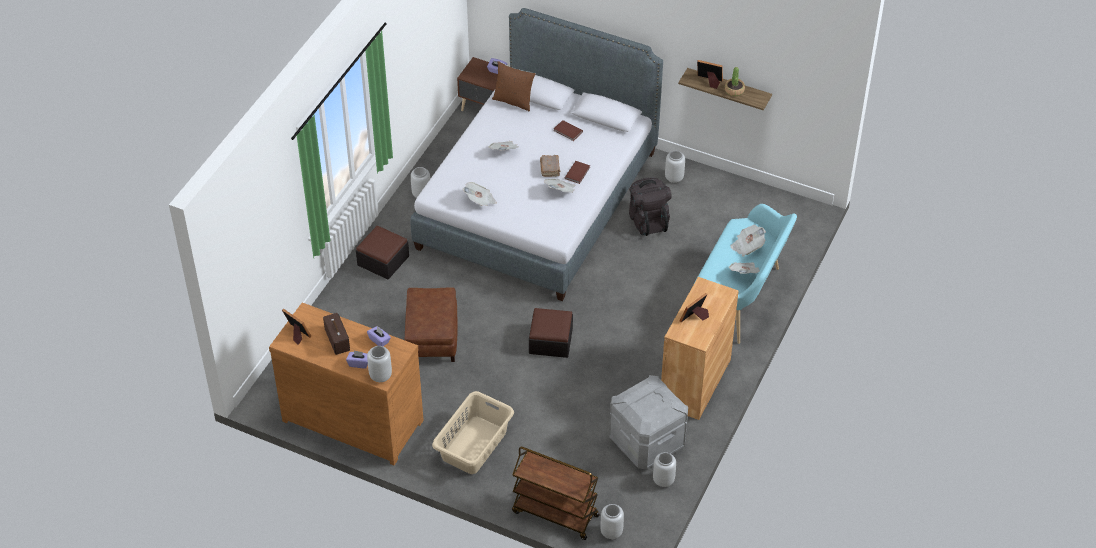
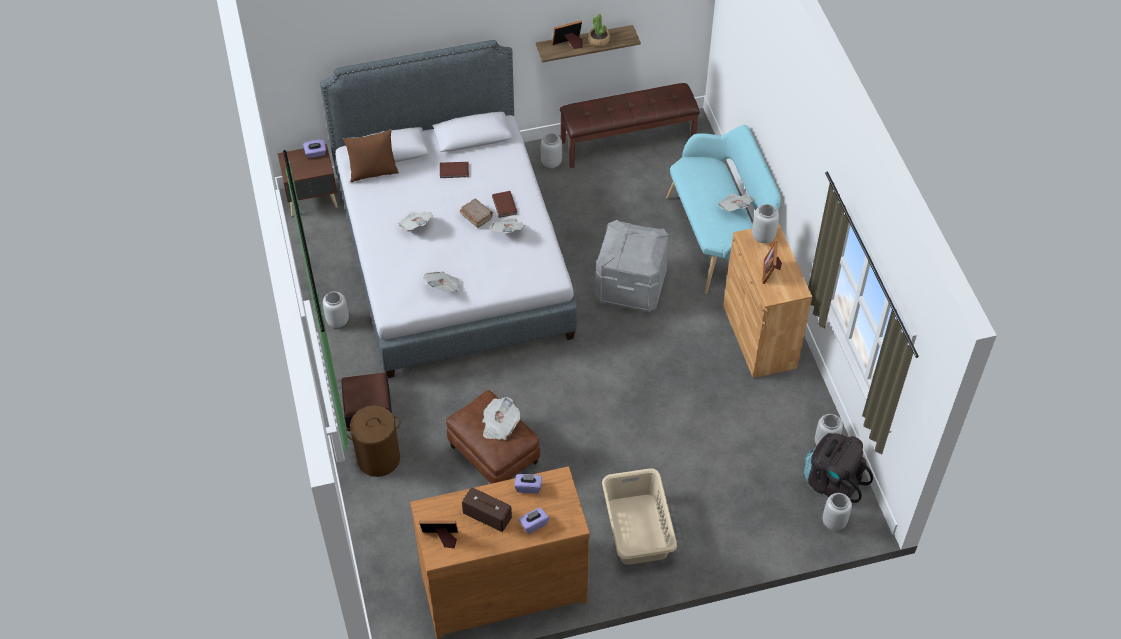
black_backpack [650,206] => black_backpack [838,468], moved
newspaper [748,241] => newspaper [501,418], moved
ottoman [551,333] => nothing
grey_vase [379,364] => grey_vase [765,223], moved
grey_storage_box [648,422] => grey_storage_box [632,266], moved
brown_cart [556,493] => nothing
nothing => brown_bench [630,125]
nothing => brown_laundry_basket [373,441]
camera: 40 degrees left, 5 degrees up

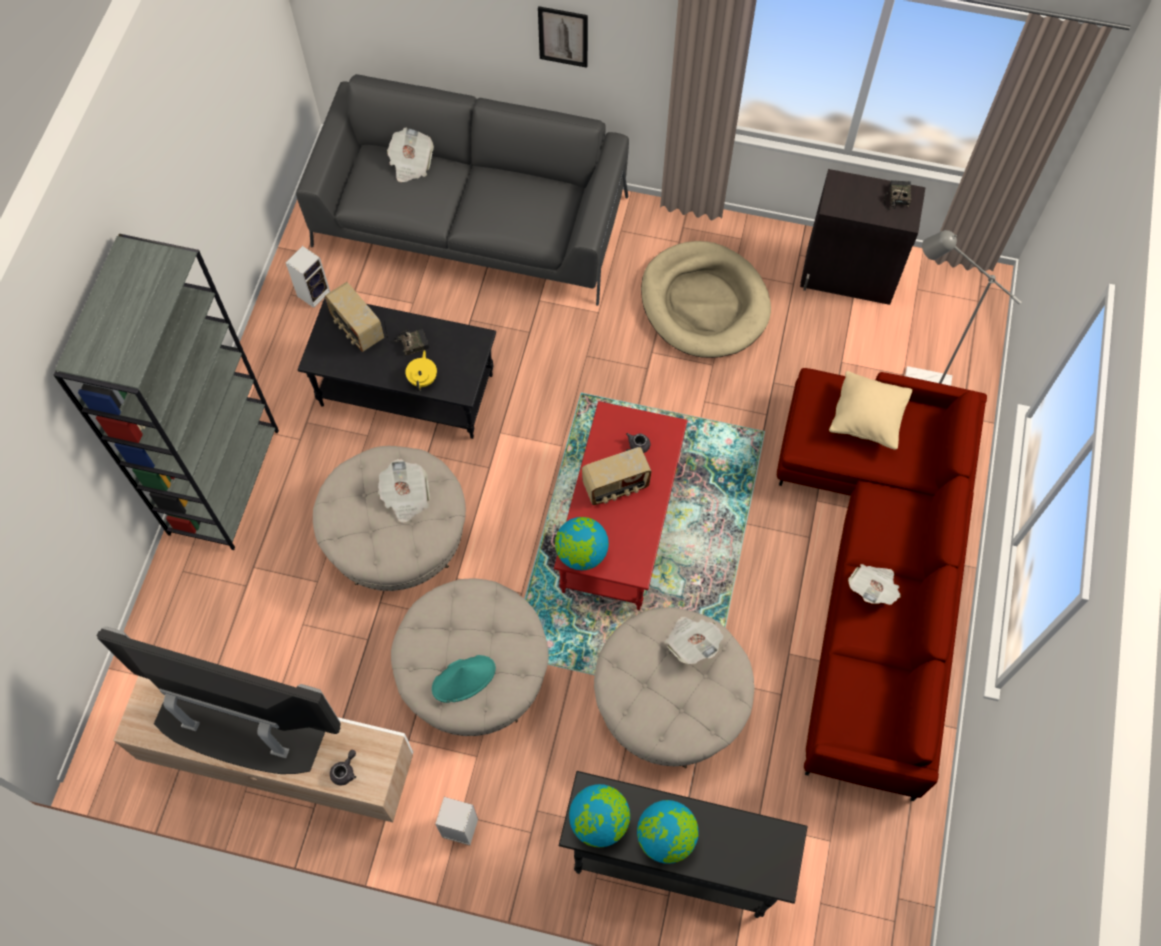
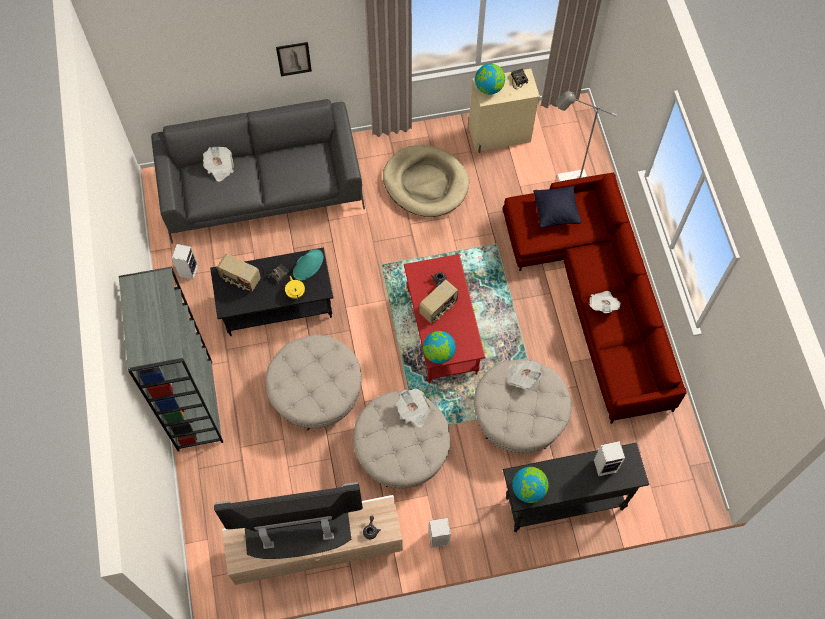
black_cabinet [863,237] => beige_cabinet [504,111]
beige_pillow [870,410] => black_pillow [557,207]
newspaper [404,491] => newspaper [414,408], moved
turquoise_hat [464,679] => turquoise_hat [308,265], moved
globe [668,832] => globe [490,79], moved
nothing => speaker [609,458]
camera: 25 degrees left, 0 degrees up

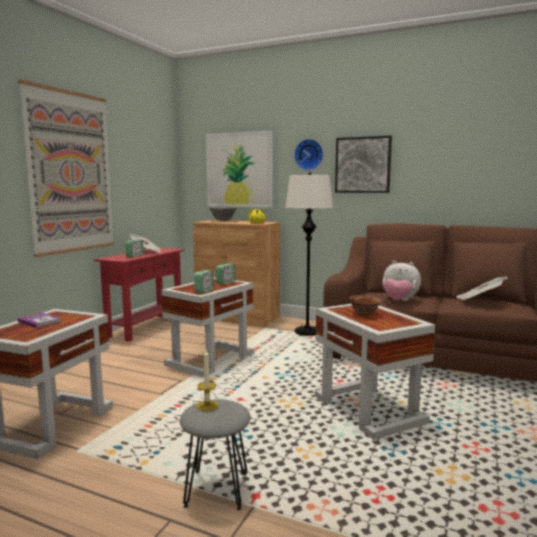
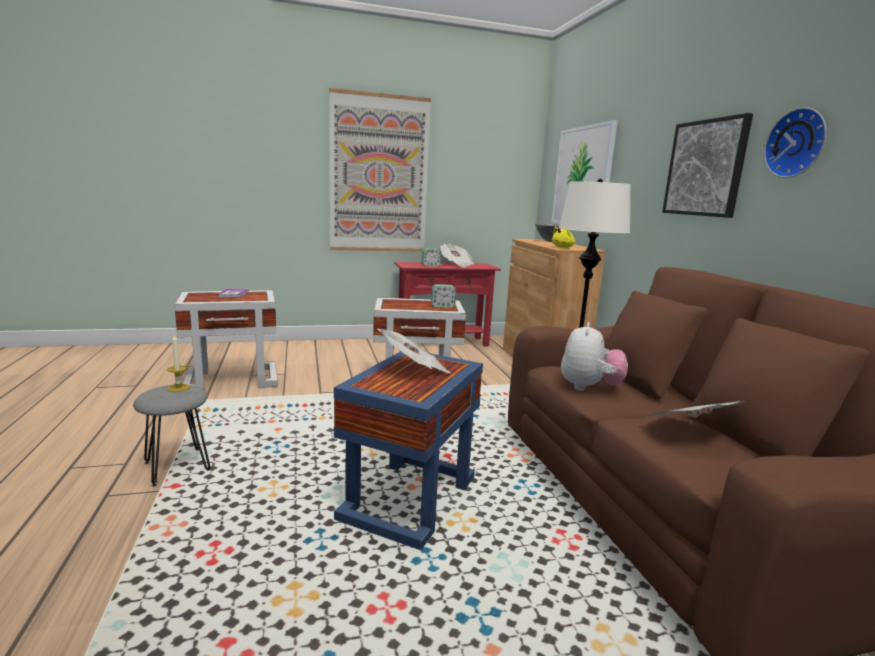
wall_clock [308,155] => wall_clock [795,142], moved
plush_toy [401,281] => plush_toy [594,356], 150 degrees counterclockwise
alarm_clock [204,281] => nothing
bowl [365,305] => newspaper [413,350]
white_side_table [375,372] => blue_side_table [408,450]
camera: 50 degrees right, 5 degrees up

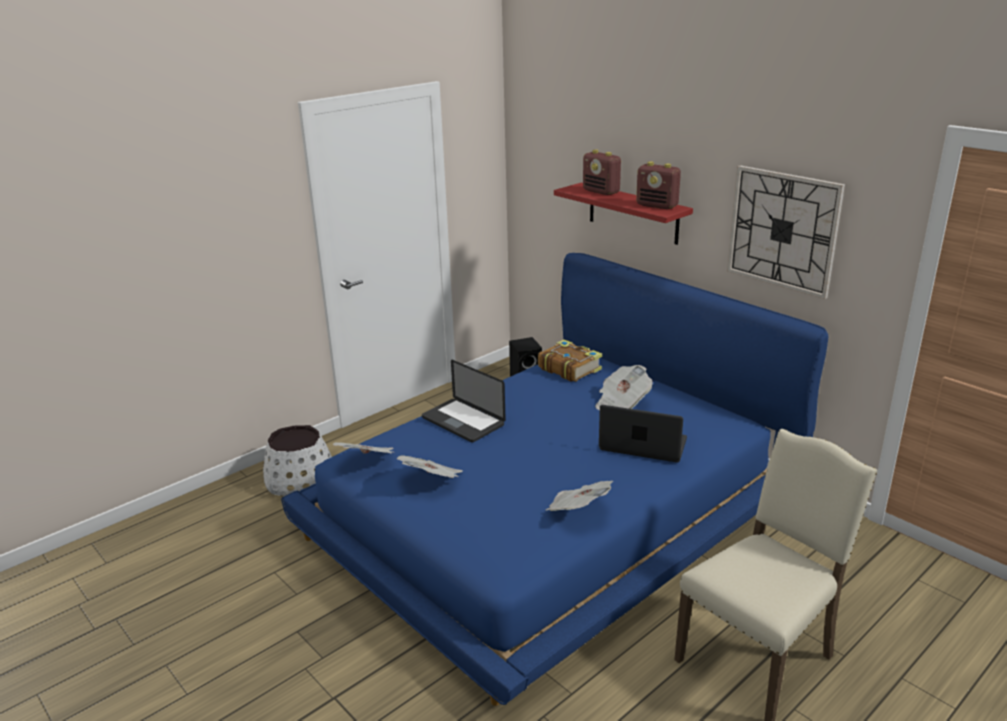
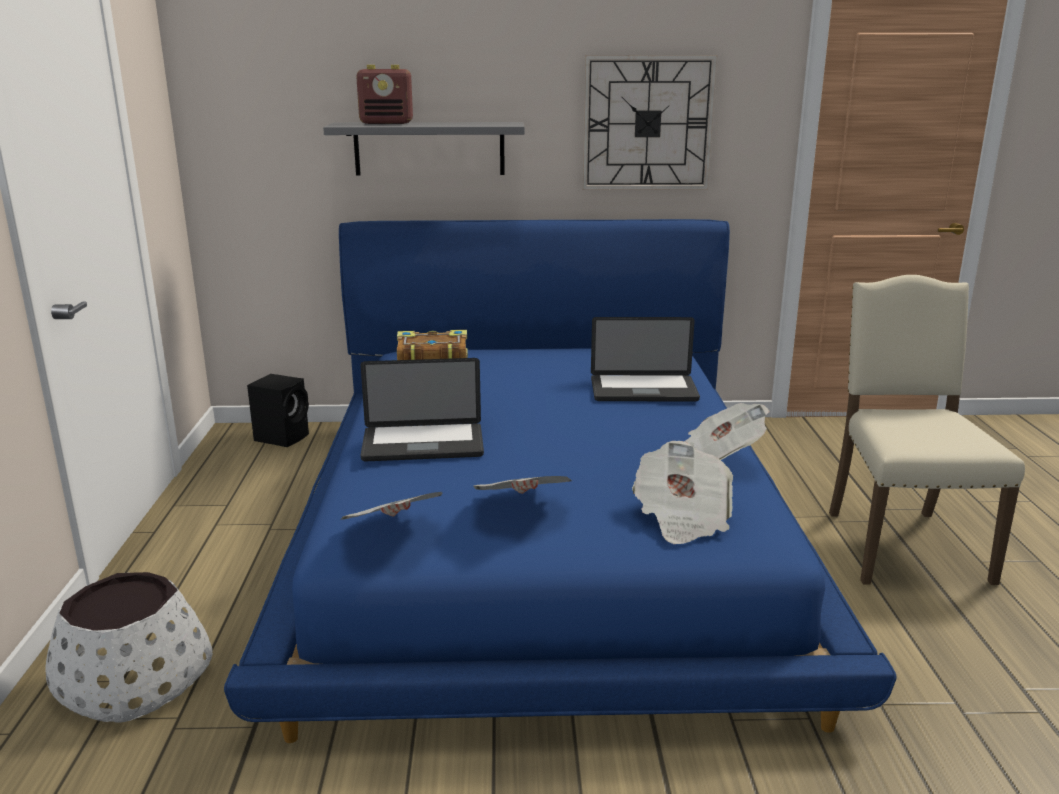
radio [658,185] => nothing
red_shelf [623,213] => grey_shelf [424,148]
newspaper [624,387] => newspaper [682,492], moved
laptop [643,433] => laptop [645,359], 150 degrees counterclockwise
camera: 50 degrees left, 5 degrees down

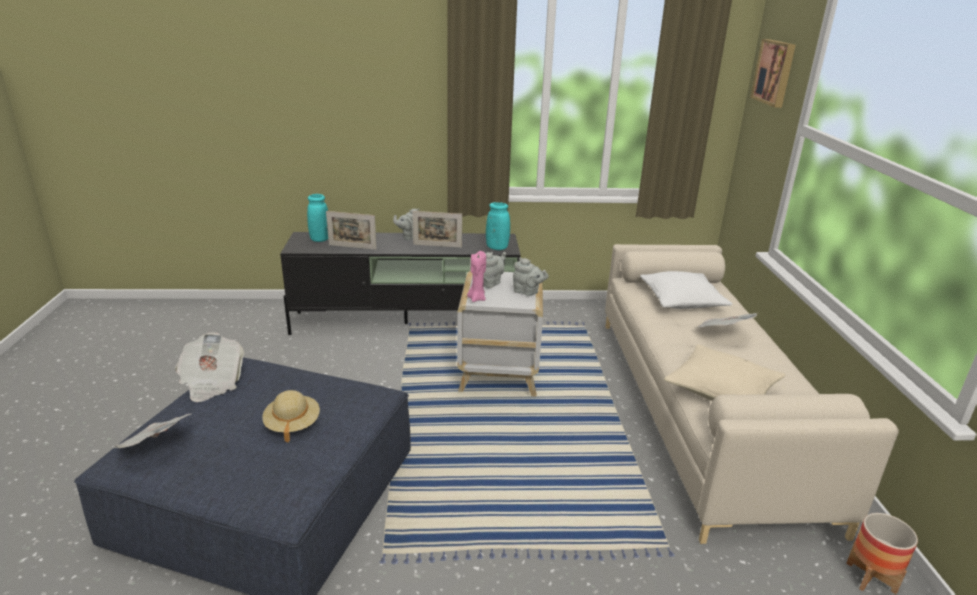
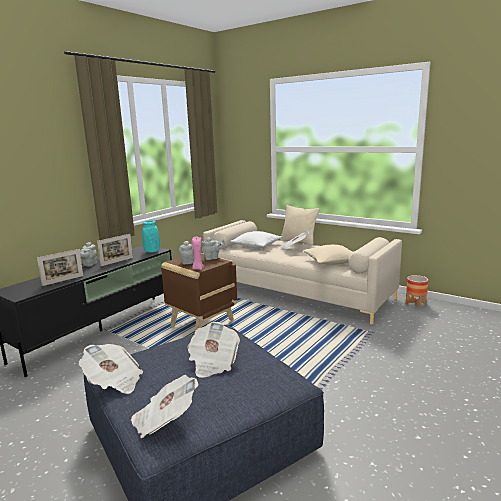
picture [773,73] => nothing
turquoise_vase [317,218] => nothing
white_side_table [500,334] => brown_side_table [199,292]
beige_hat [291,416] => newspaper [213,350]
nothing => beige_pillow [300,225]
camera: 50 degrees left, 10 degrees down

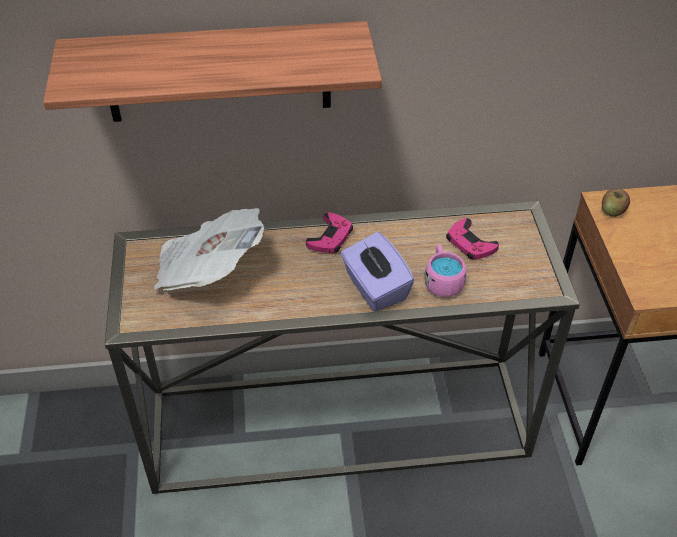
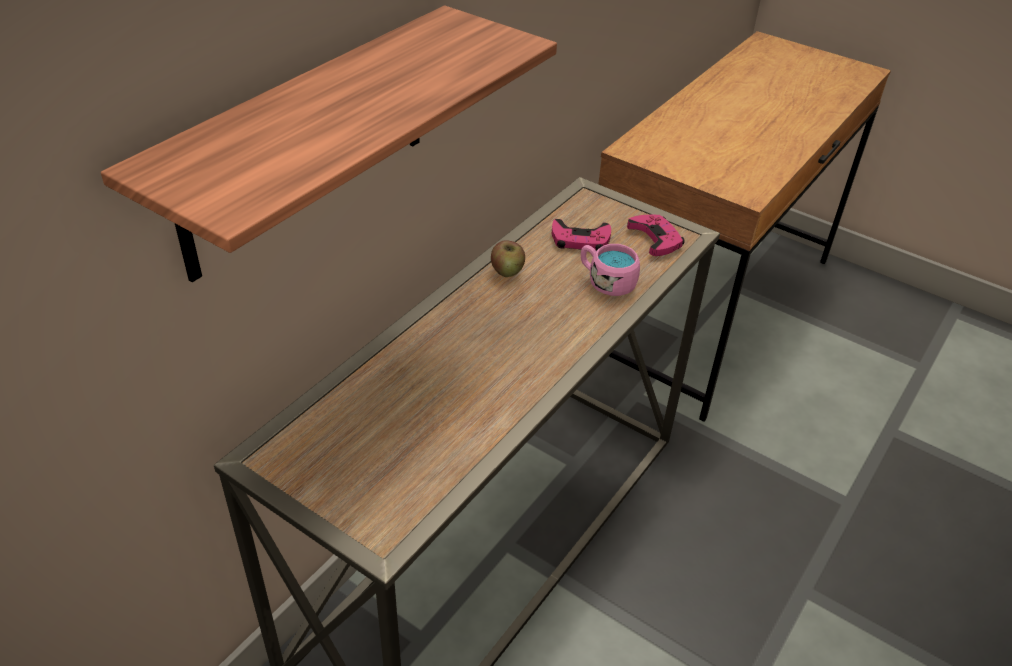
apple [616,202] => apple [508,258], moved
newspaper [208,249] => nothing
pink_game_controller [329,232] => pink_game_controller [656,235], moved
purple_tissue_box [378,272] => nothing
camera: 50 degrees left, 5 degrees down

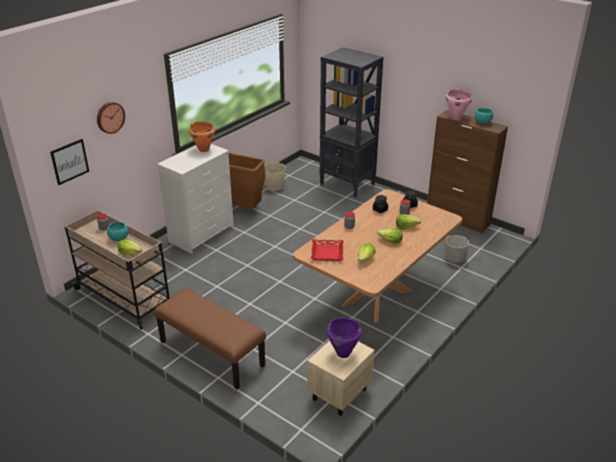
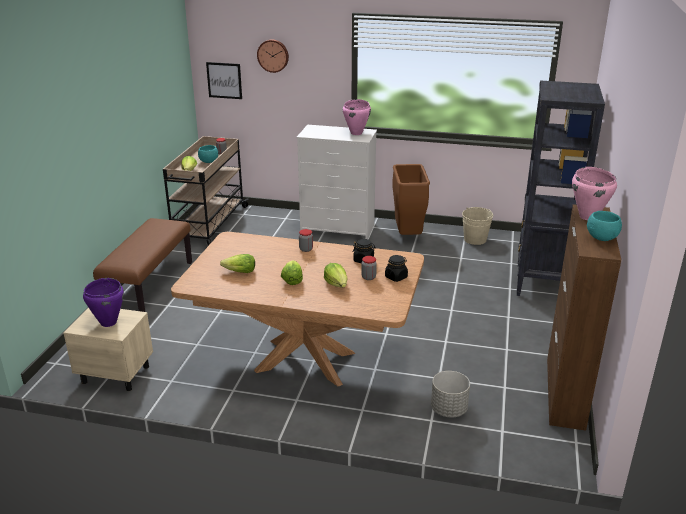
orange_cooking_pot [202,136] => pink_cooking_pot [357,117]
red_tray [327,250] => nothing
camera: 65 degrees right, 5 degrees down

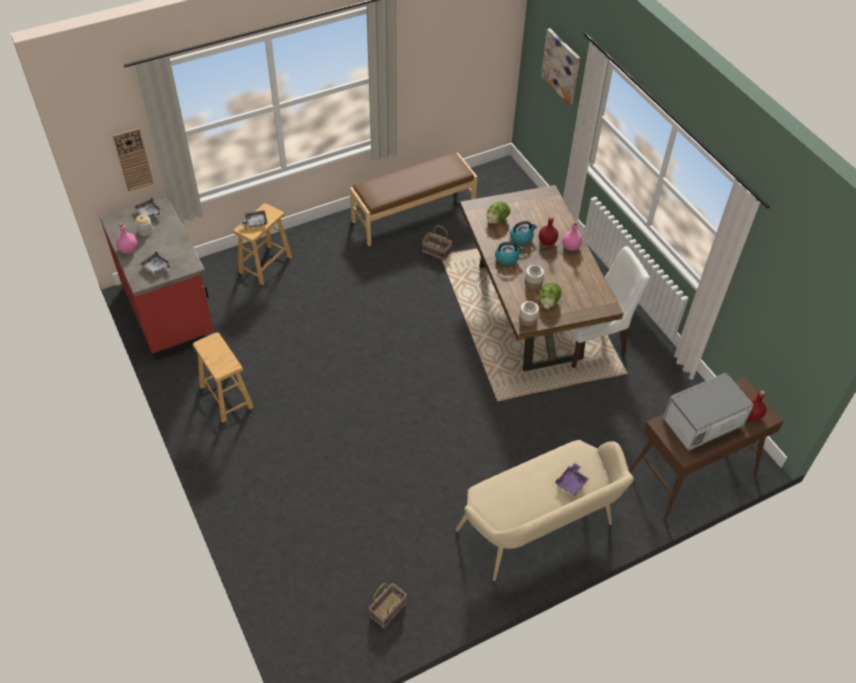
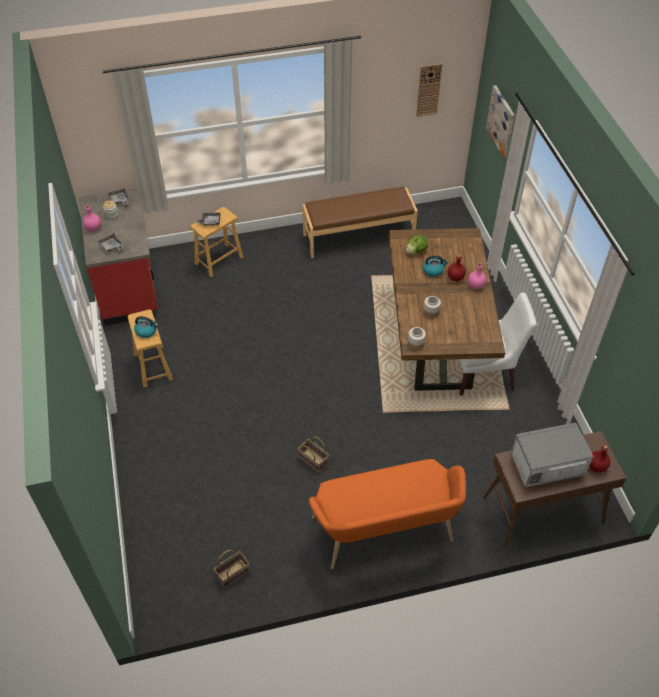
wall_clock [133,159] => wall_clock [429,90], moved
basket [437,243] => basket [313,454], moved
kettle [509,253] => kettle [146,327], moved
lettuce [550,295] => nothing
beige_bench [544,510] => orange_bench [387,514]
purple_tray [572,479] => nothing
camera: 15 degrees right, 0 degrees up

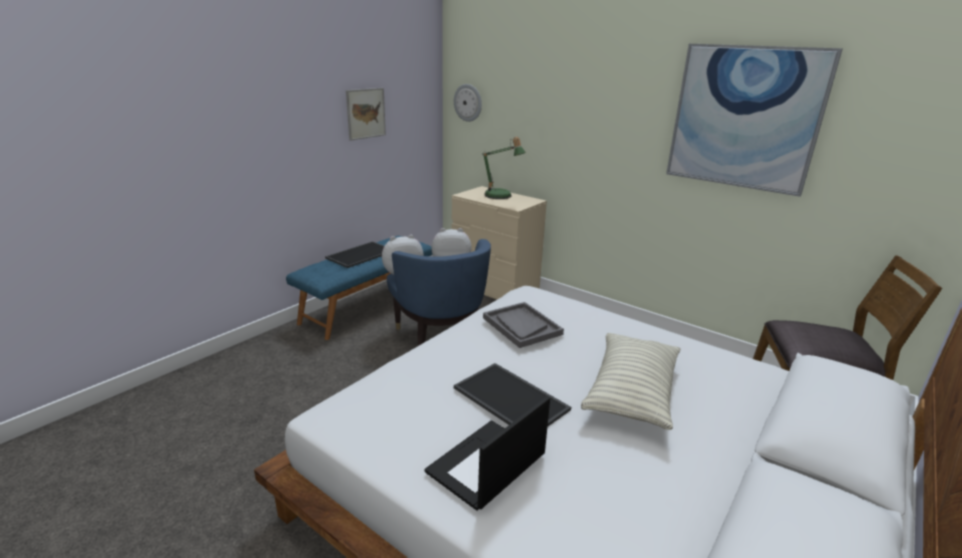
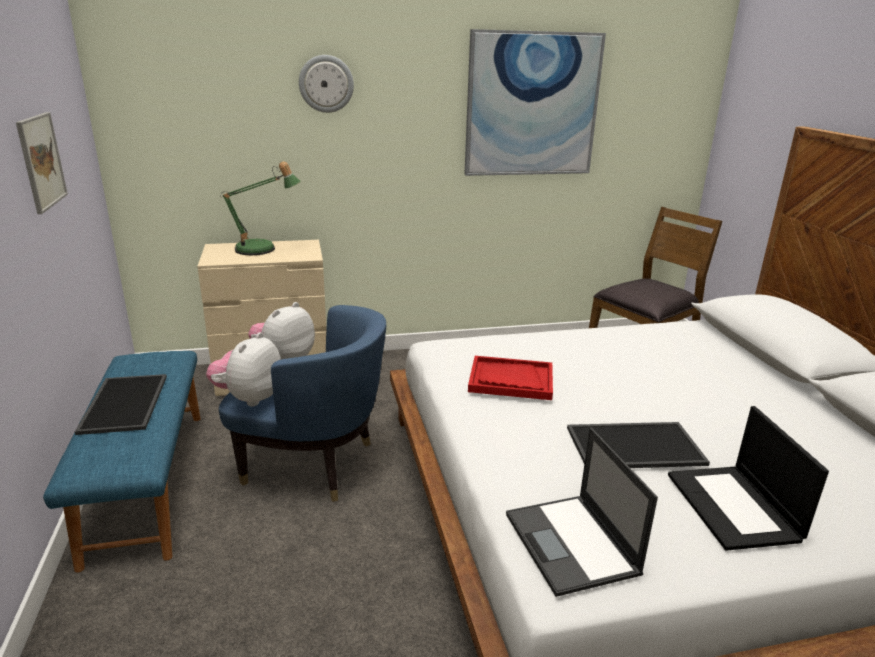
wall_clock [468,103] => wall_clock [326,84], moved
grey_tray [523,325] => red_tray [510,378]
pillow [631,381] => nothing
nothing => laptop [582,512]
camera: 50 degrees left, 0 degrees up

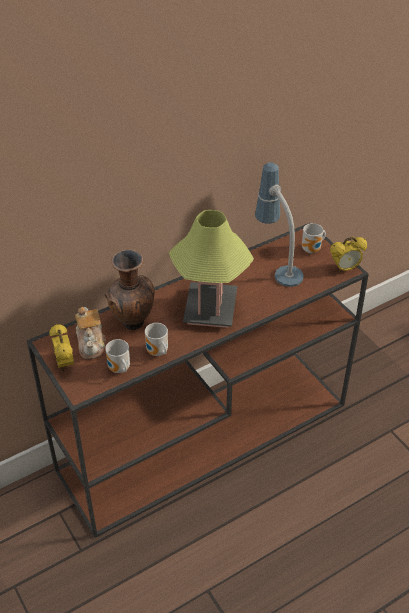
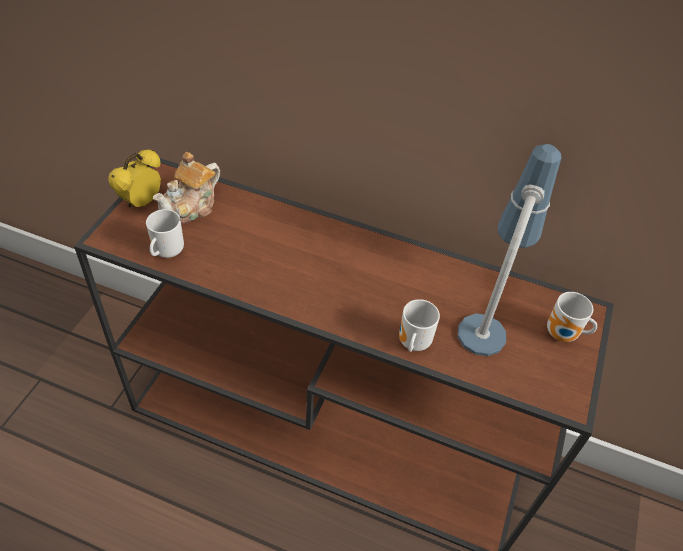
table_lamp [211,269] => nothing
alarm_clock [348,255] => nothing
brown_vase [129,290] => nothing
mug [156,339] => mug [419,325], moved
camera: 50 degrees right, 5 degrees up

